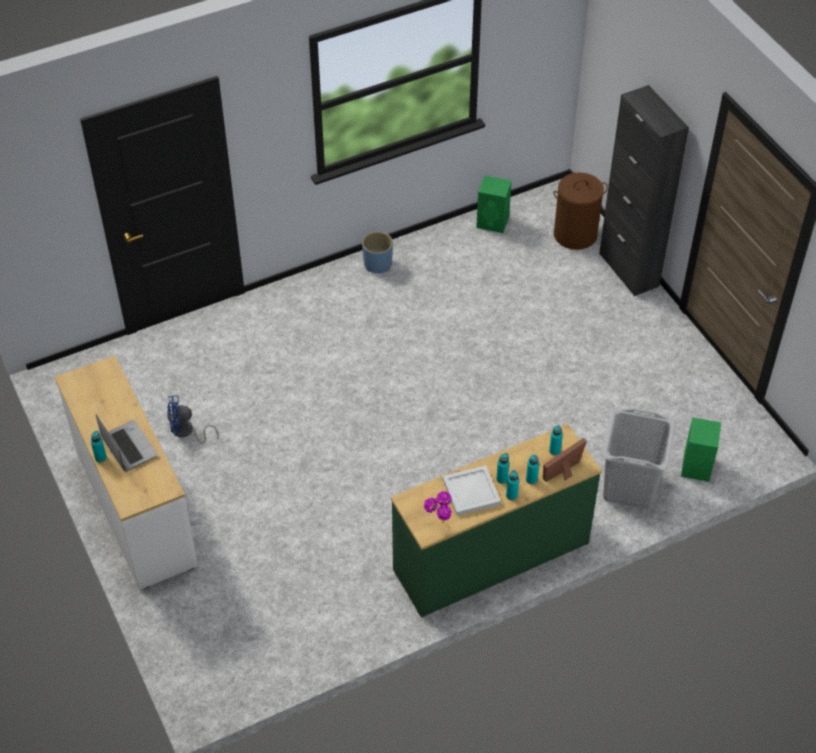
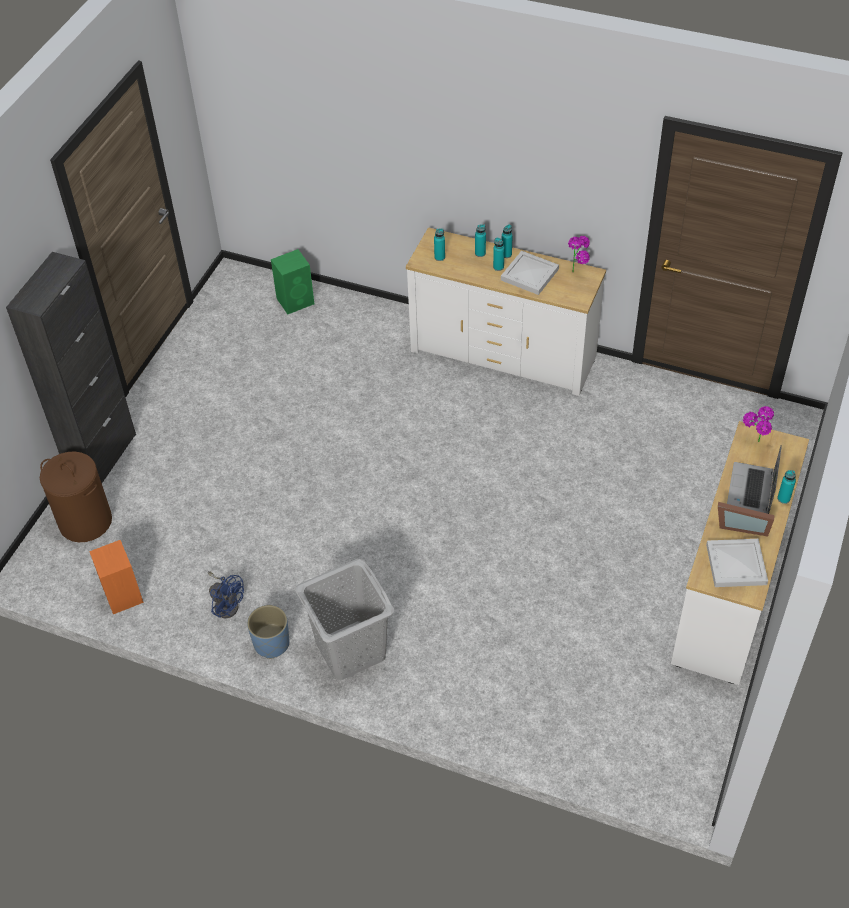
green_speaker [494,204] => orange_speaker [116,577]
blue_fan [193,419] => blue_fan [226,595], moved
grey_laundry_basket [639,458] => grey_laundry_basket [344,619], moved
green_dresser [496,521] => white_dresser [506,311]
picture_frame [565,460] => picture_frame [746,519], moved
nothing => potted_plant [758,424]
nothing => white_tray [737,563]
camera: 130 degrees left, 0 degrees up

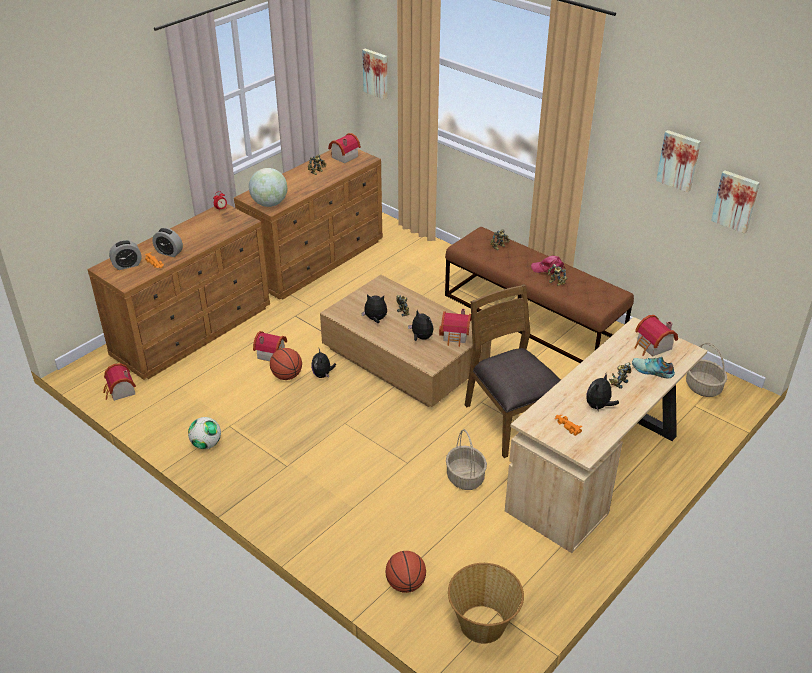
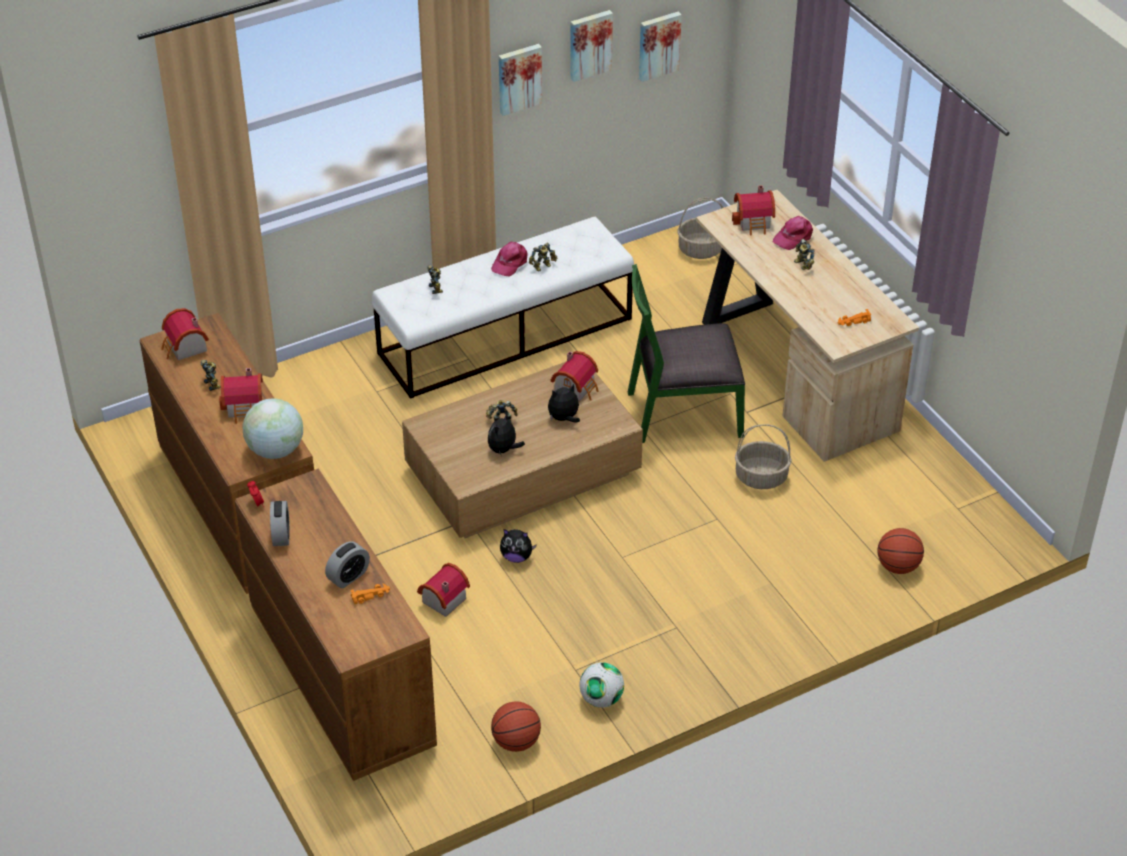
picture [375,74] => picture [520,80], moved
brown_bench [539,295] => white_bench [503,308]
alarm_clock [125,255] => alarm_clock [280,523], moved
brown_chair [513,371] => green_chair [686,353]
basketball [286,364] => basketball [516,726], moved
shoe [653,368] => pink_cap [793,233]
toy_house [119,382] => toy_house [241,396], moved
plush_toy [602,392] => nothing
basket [486,603] => nothing
camera: 70 degrees left, 5 degrees up

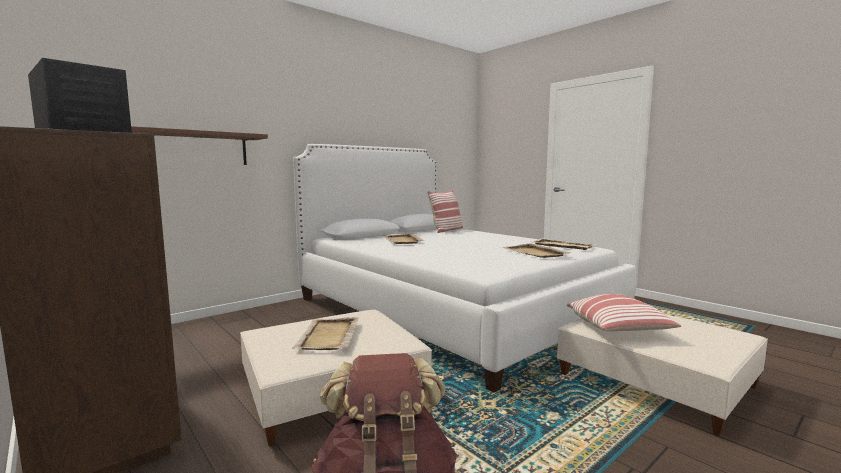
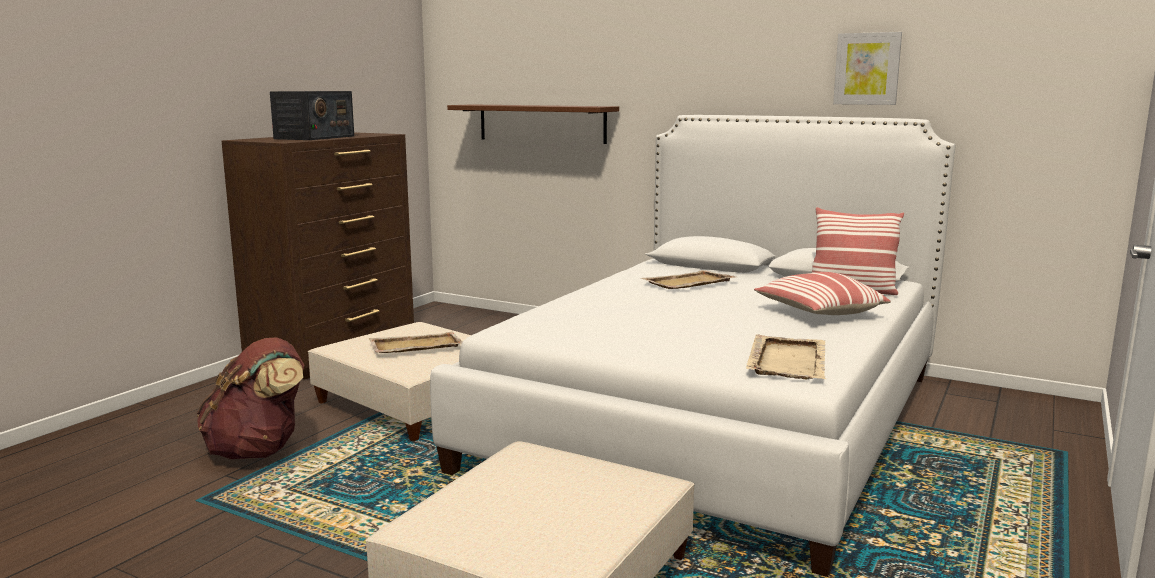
beige_tray [536,250] => nothing
pillow [624,313] => pillow [822,293], moved
nothing => picture [867,68]
camera: 70 degrees right, 5 degrees up

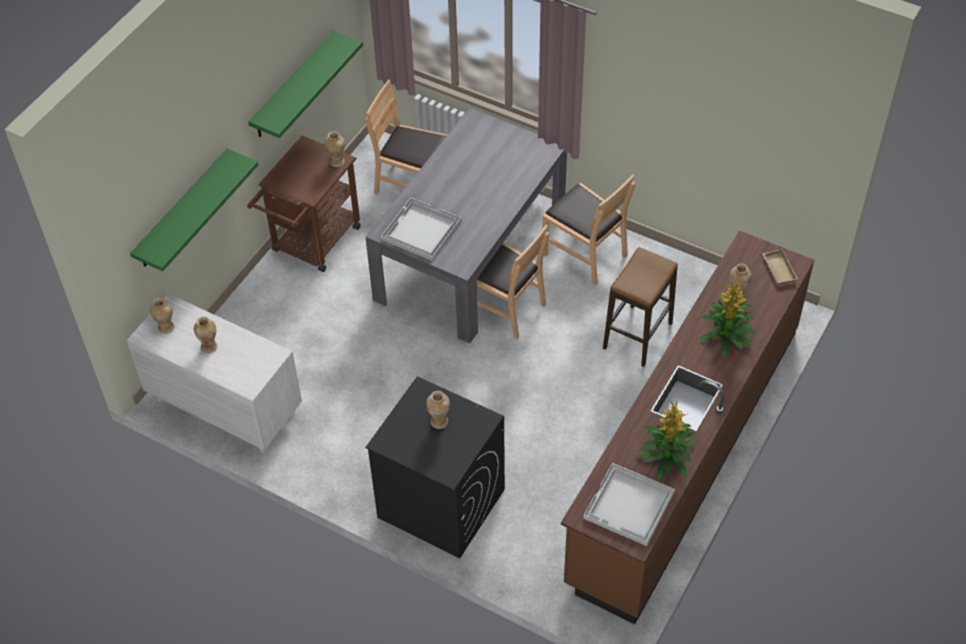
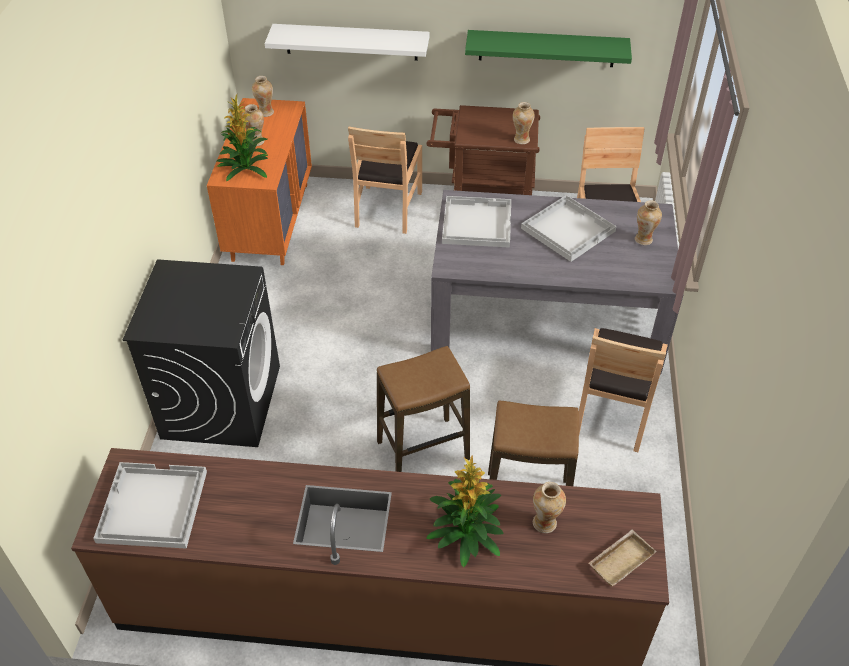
green_shelf [194,210] => white_shelf [347,42]
brown_chair [513,282] => brown_chair [385,180], moved
white_dresser [214,373] => orange_dresser [259,181]
vase [438,410] => vase [648,222], moved
potted_plant [666,440] => potted_plant [242,137], moved
nothing => white_tray [568,228]
nothing => stool [423,409]
camera: 65 degrees right, 5 degrees down

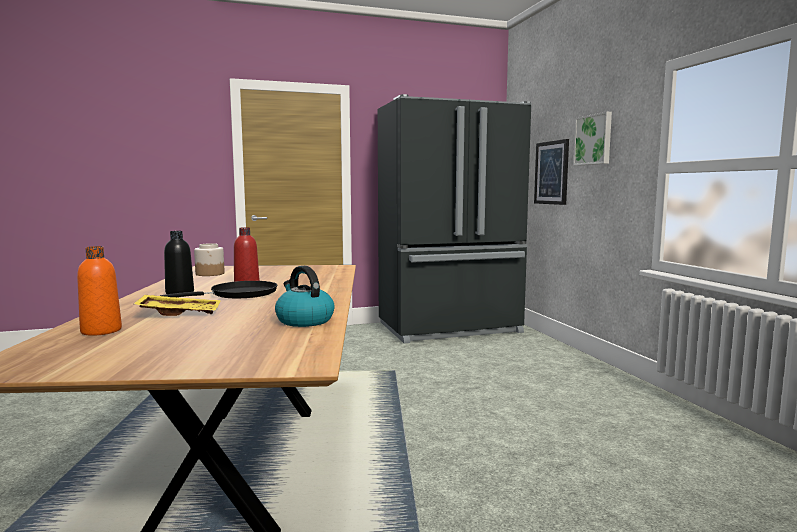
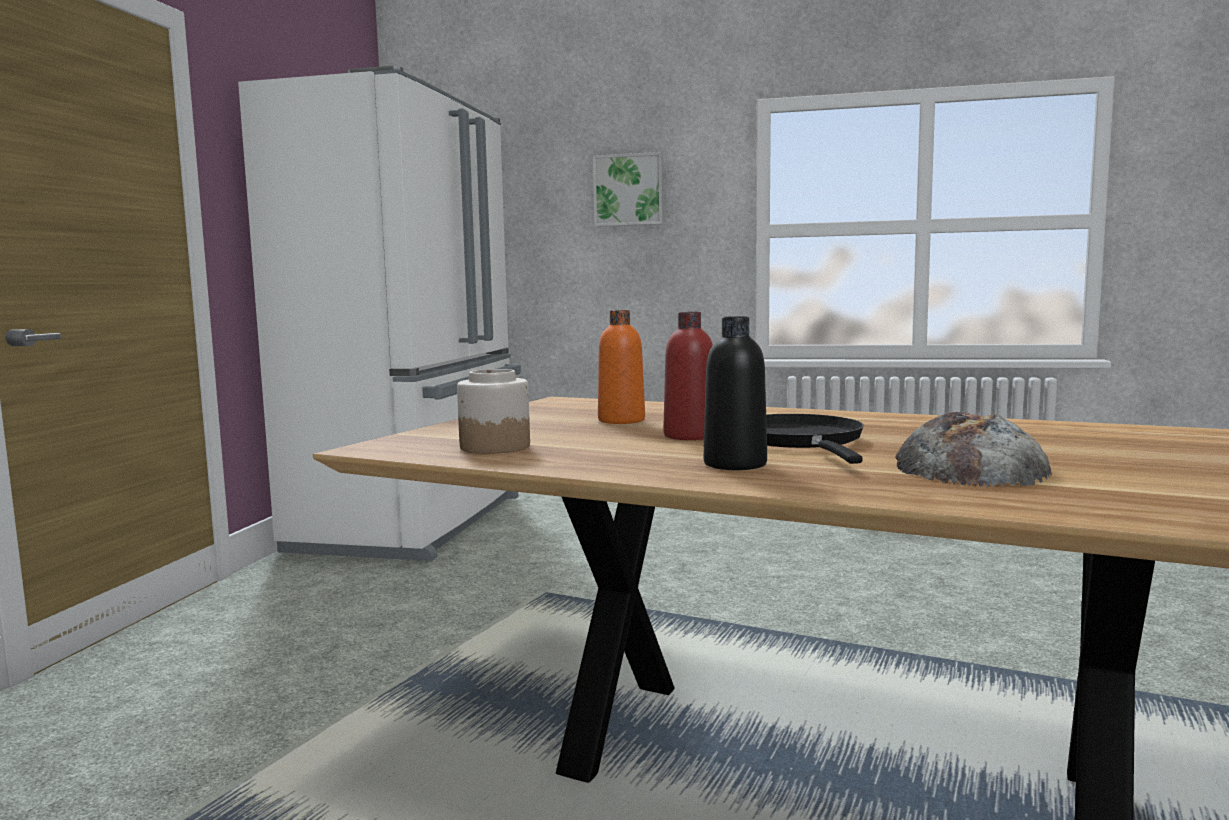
black_fridge [455,218] => white_fridge [379,313]
picture [551,172] => nothing
orange_bottle [99,291] => orange_bottle [621,367], moved
kettle [305,296] => nothing
yellow_tray [177,305] => bread [973,449]
camera: 60 degrees left, 0 degrees up

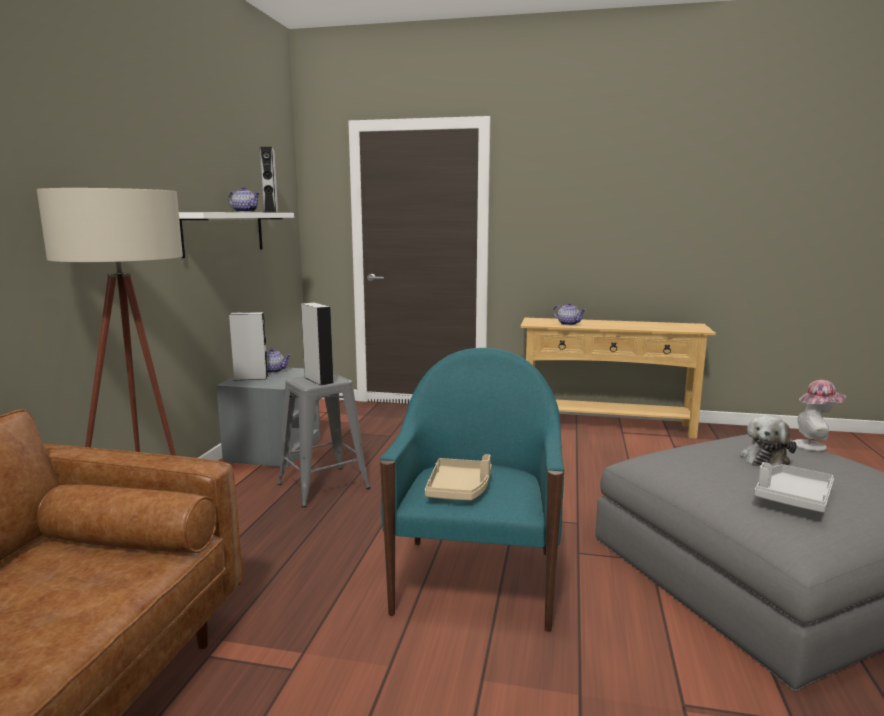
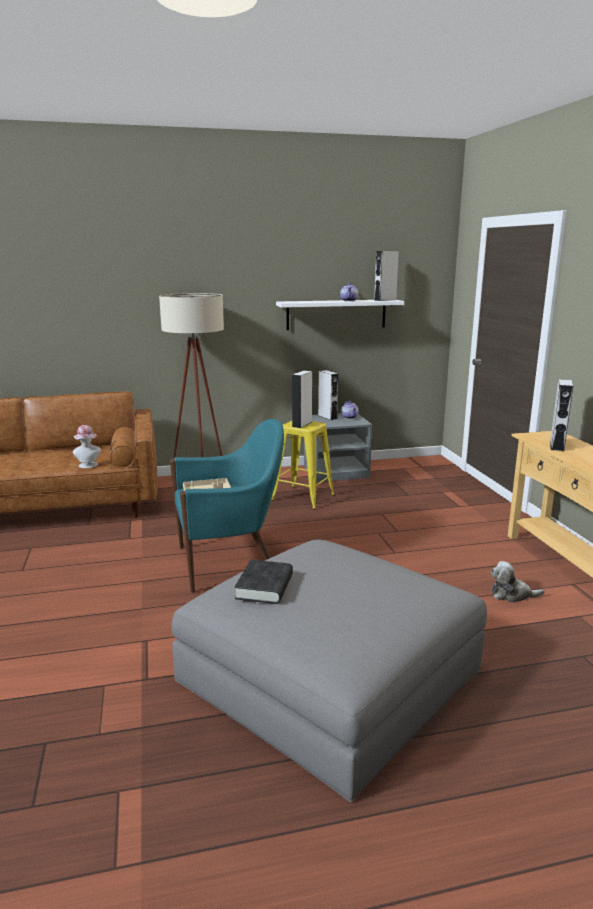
teapot [569,313] => grey_speaker [561,415]
grey_stool [324,440] => yellow_stool [303,465]
hat [819,415] => hat [87,446], moved
plush_toy [768,441] => plush_toy [517,582], moved
grey_tray [794,487] => black_book [263,582]
camera: 65 degrees right, 5 degrees up

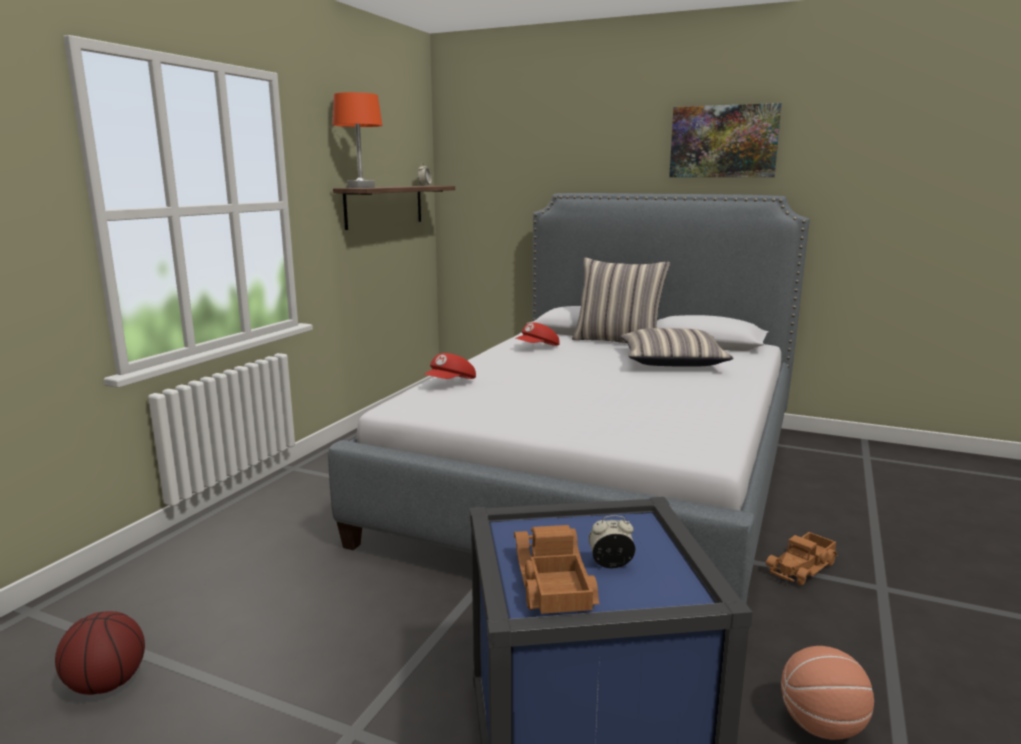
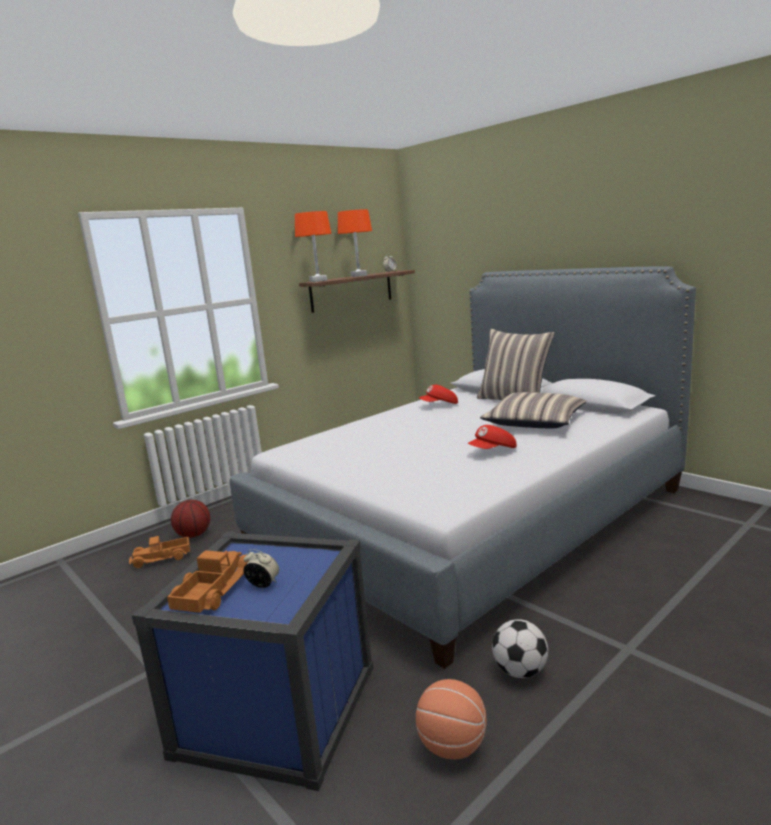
picture [725,140] => nothing
red_cap [450,366] => red_cap [492,437], moved
toy_truck [802,559] => toy_truck [159,552], moved
basketball [100,653] => basketball [190,519], moved
nothing => orange_table_lamp [355,243]
nothing => football [520,648]
camera: 25 degrees right, 0 degrees up

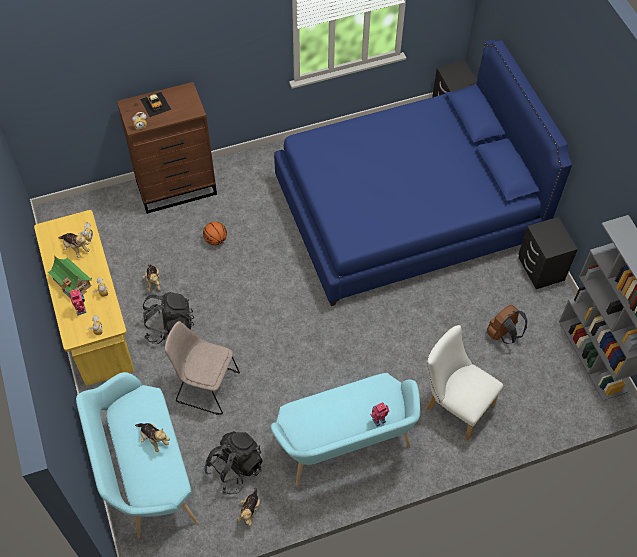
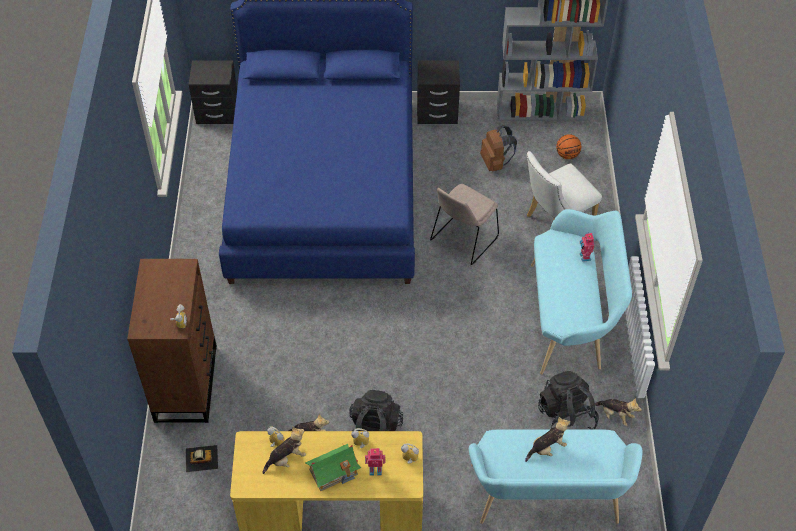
toy_car [155,104] => toy_car [202,458], moved
basketball [215,233] => basketball [568,146], moved
beige_chair [202,368] => beige_chair [464,224], moved
camera: 70 degrees left, 5 degrees down

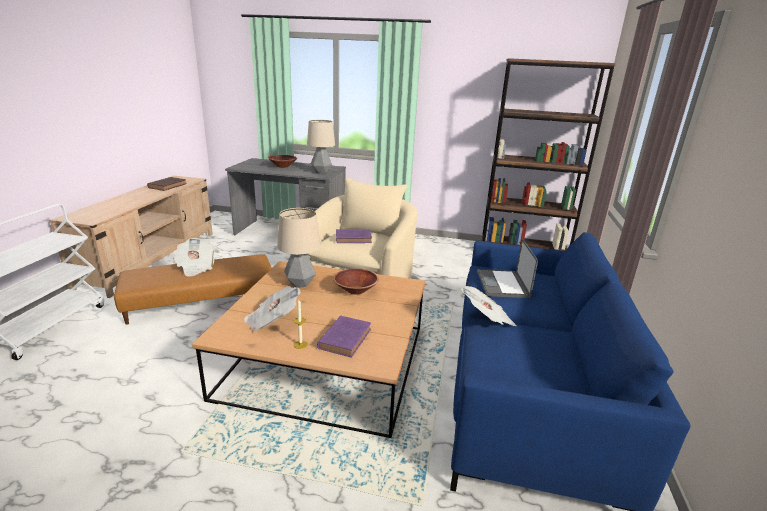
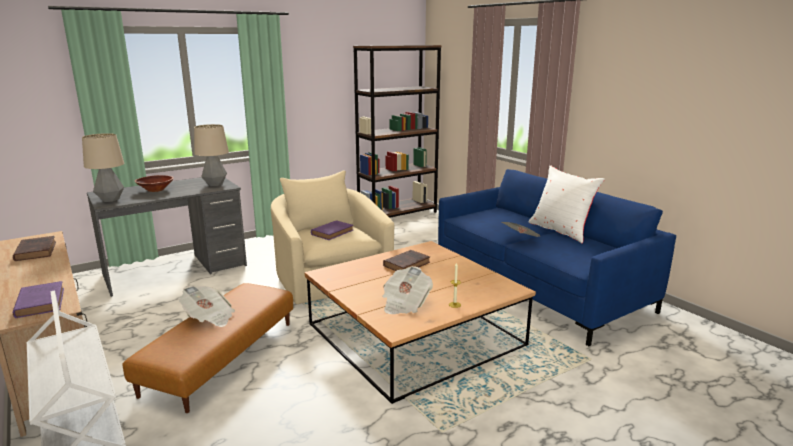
table_lamp [299,248] => table_lamp [103,167], moved
laptop [507,268] => nothing
brown_bowl [356,282] => brown_book [406,260]
purple_book [344,336] => purple_book [38,299], moved
nothing => white_pillow [567,204]
camera: 45 degrees left, 5 degrees down

